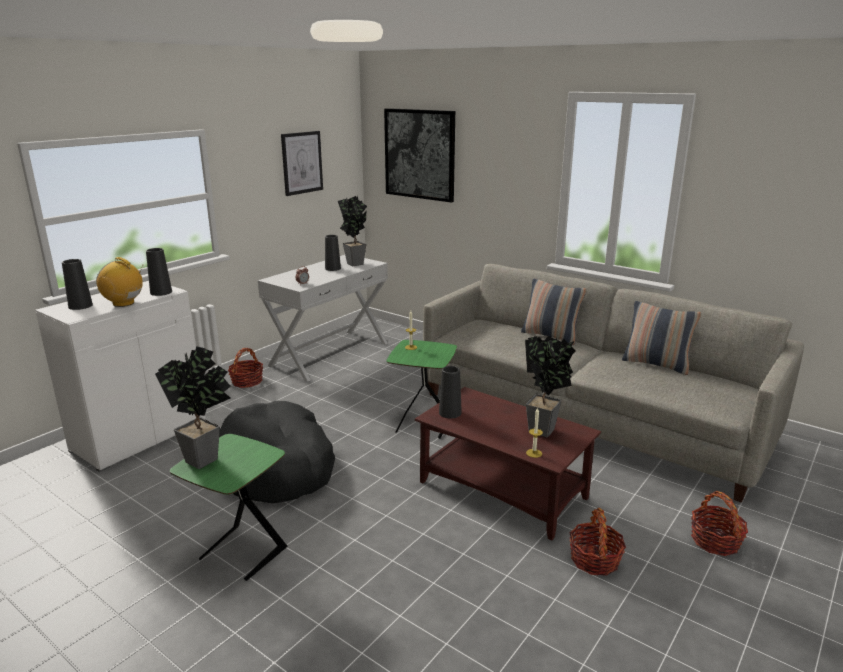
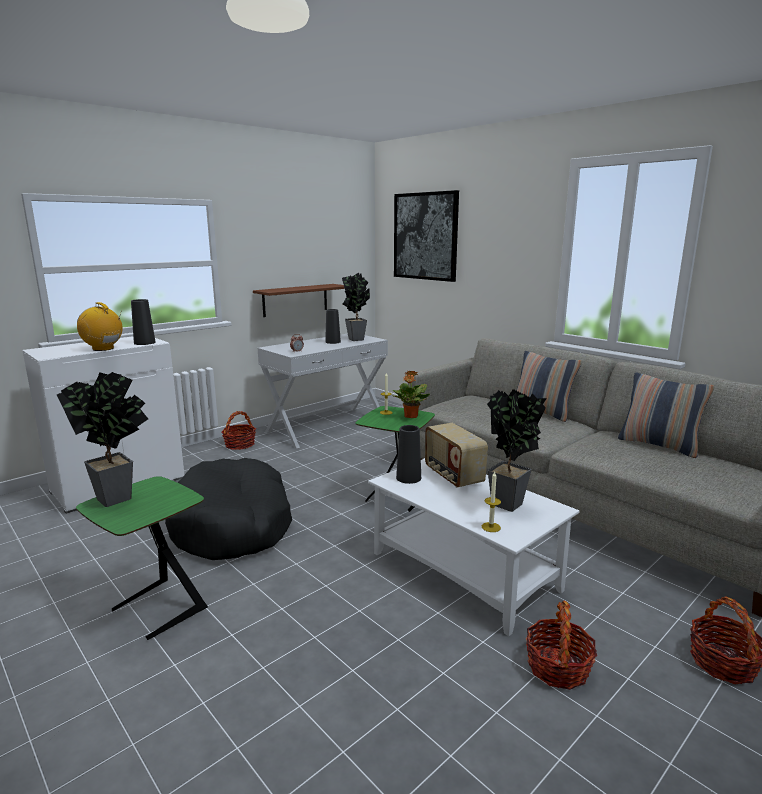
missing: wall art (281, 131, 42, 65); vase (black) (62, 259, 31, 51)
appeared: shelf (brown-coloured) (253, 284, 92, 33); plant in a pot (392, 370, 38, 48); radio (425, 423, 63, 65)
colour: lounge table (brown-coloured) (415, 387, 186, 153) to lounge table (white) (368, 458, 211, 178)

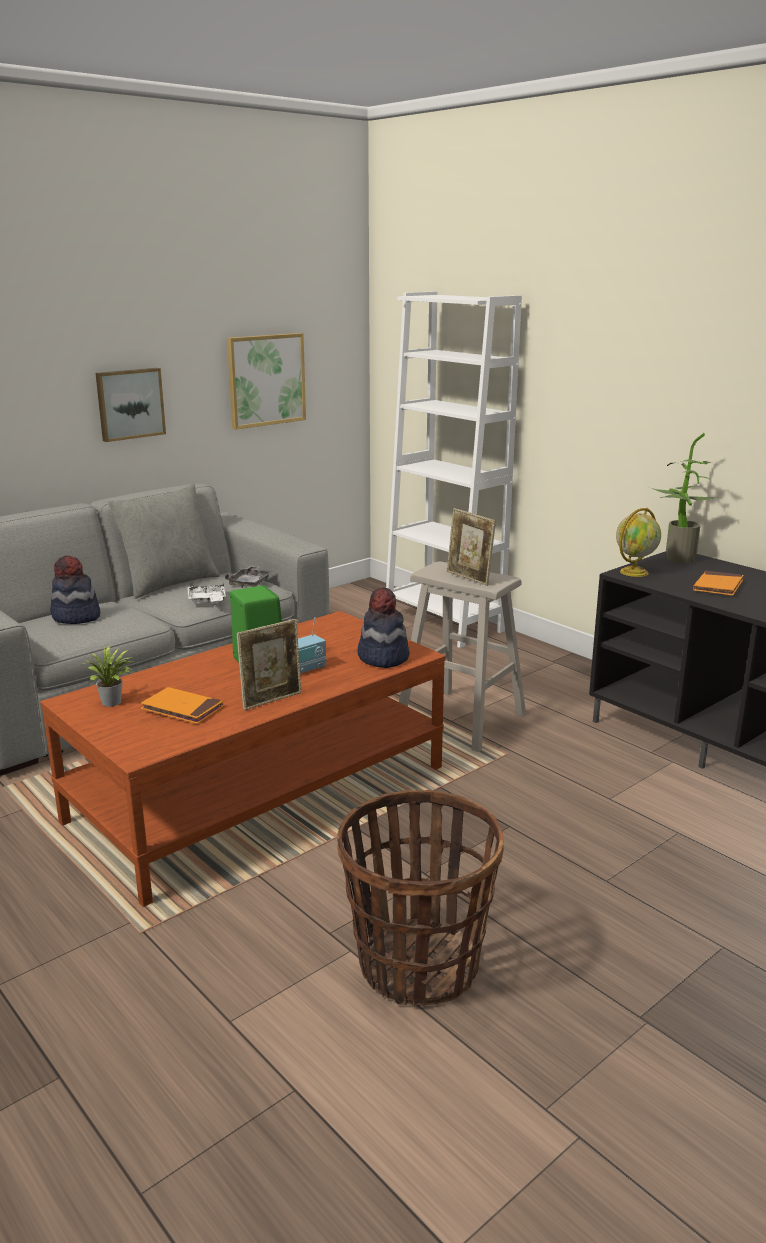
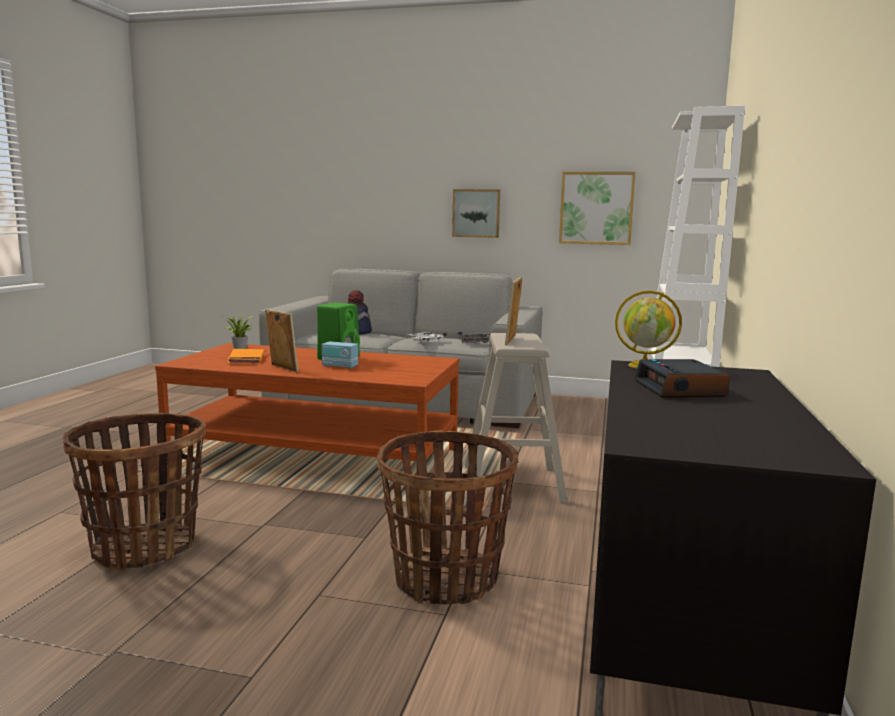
missing: plant in a pot (652, 433, 66, 130); throw pillow (greyish) (108, 484, 112, 115); wearable hat (358, 587, 52, 81)
appeared: household basket (377, 431, 142, 174)
exchanged: bound book (orange) (693, 571, 51, 25) to bedside clock (634, 359, 96, 39)
spun: picture frame (237, 619, 65, 91) = (265, 309, 34, 63) 150 degrees counterclockwise

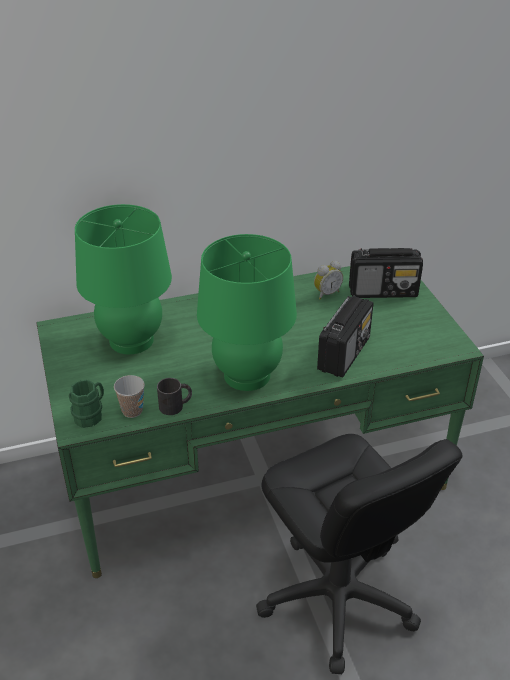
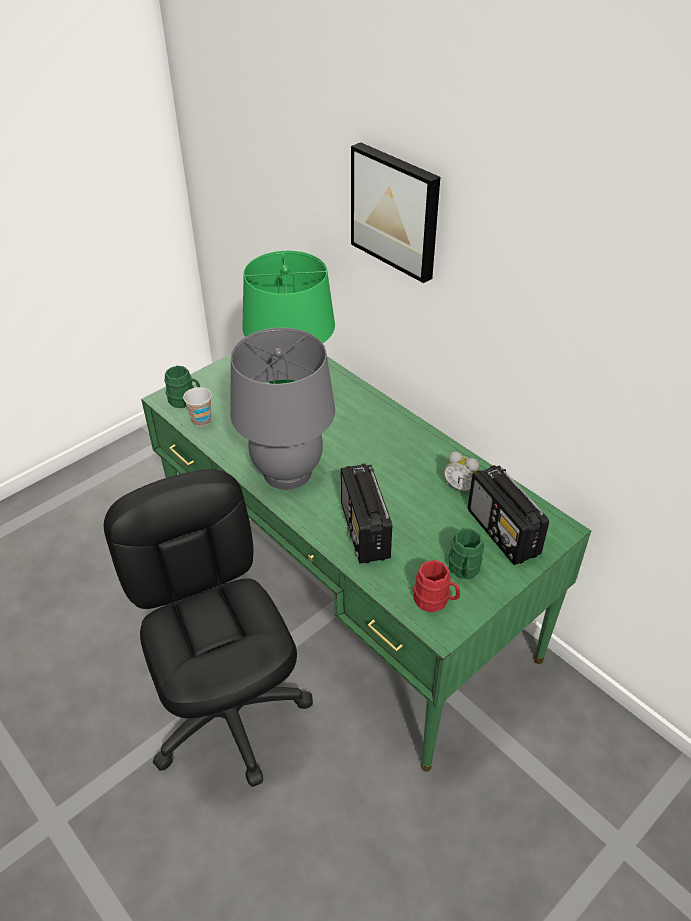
missing: coffee mug (black) (157, 378, 35, 37)
appeared: wall art (351, 142, 89, 141); coffee mug (greenish) (448, 528, 36, 51); coffee mug (red) (413, 560, 47, 52)
colour: tabletop lamp (greenish) (197, 234, 100, 157) to tabletop lamp (greyish) (230, 328, 105, 162)
spun: radio (317, 295, 57, 83) = (341, 463, 51, 101) 75 degrees clockwise; computer chair (black) (256, 434, 206, 240) = (104, 469, 209, 318) 120 degrees clockwise

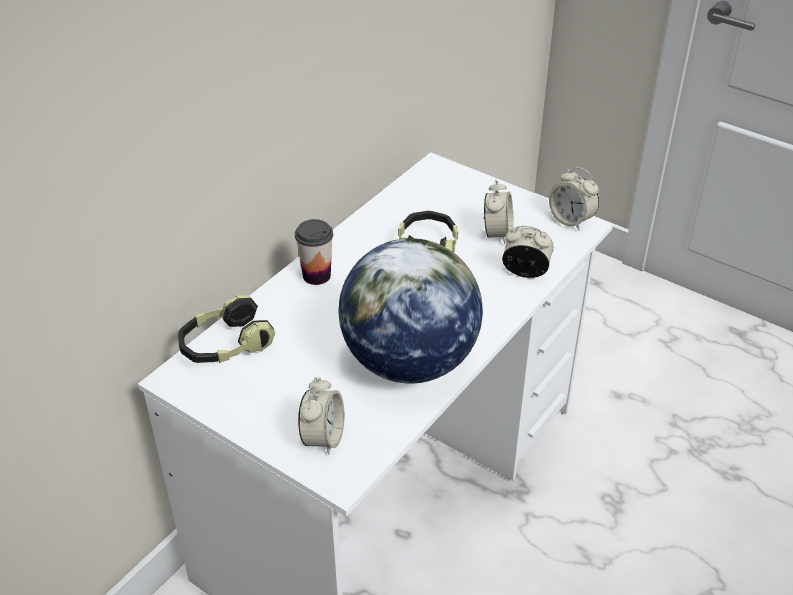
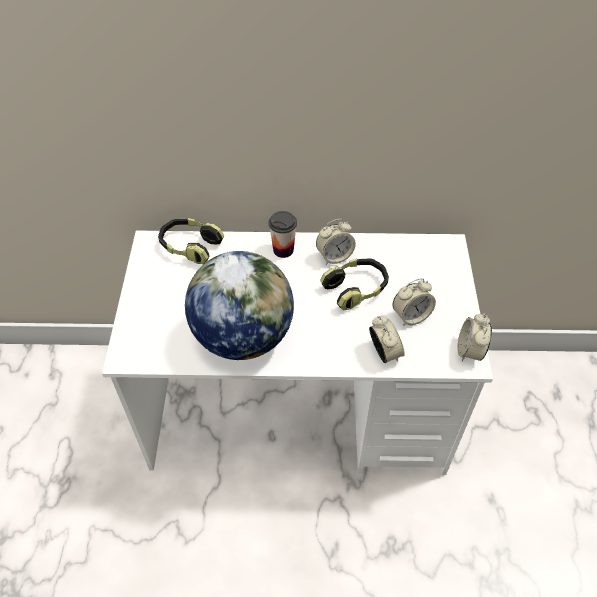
relocated: bedside clock (298, 377, 46, 78) to (316, 219, 40, 46)

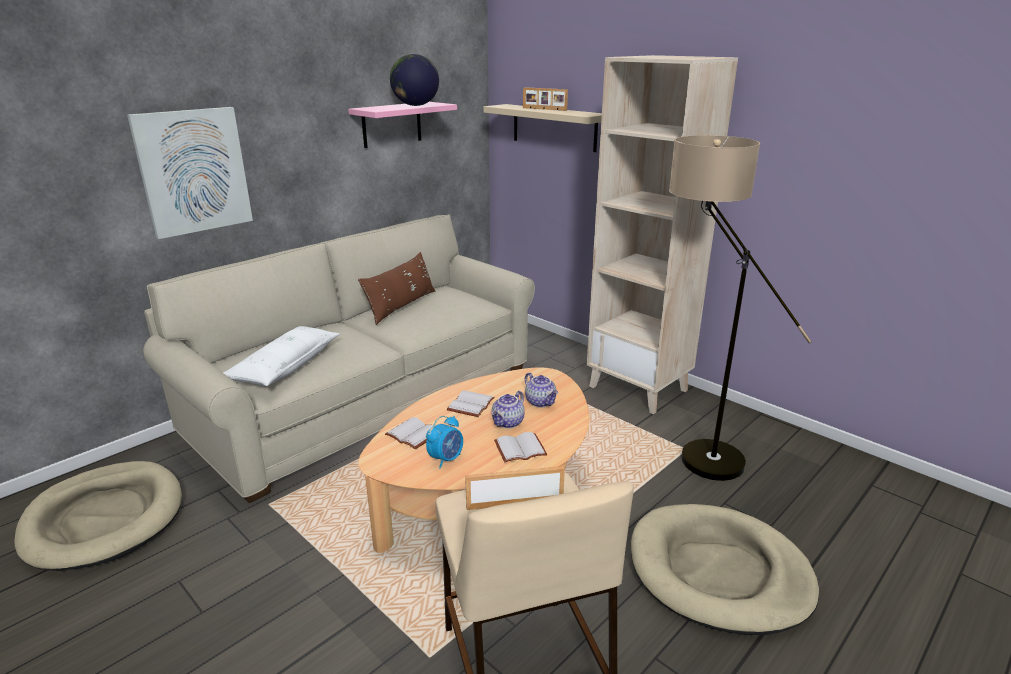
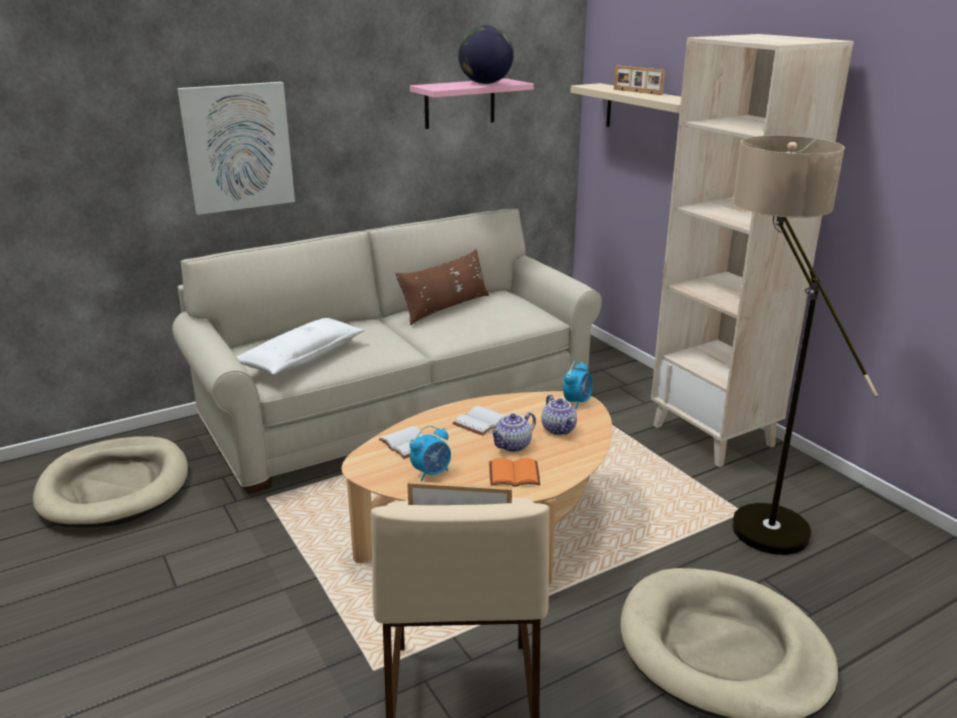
appeared: bedside clock (563, 361, 30, 48)
colour: bound book (white) (494, 432, 54, 30) to bound book (orange) (489, 458, 51, 29)

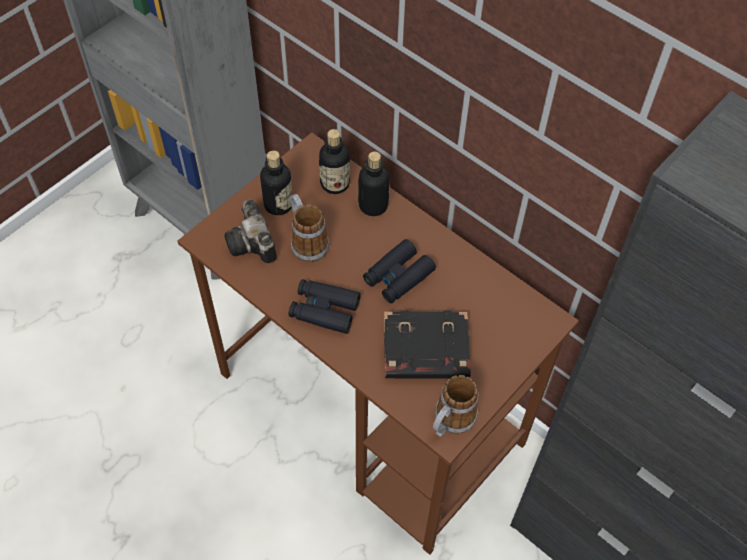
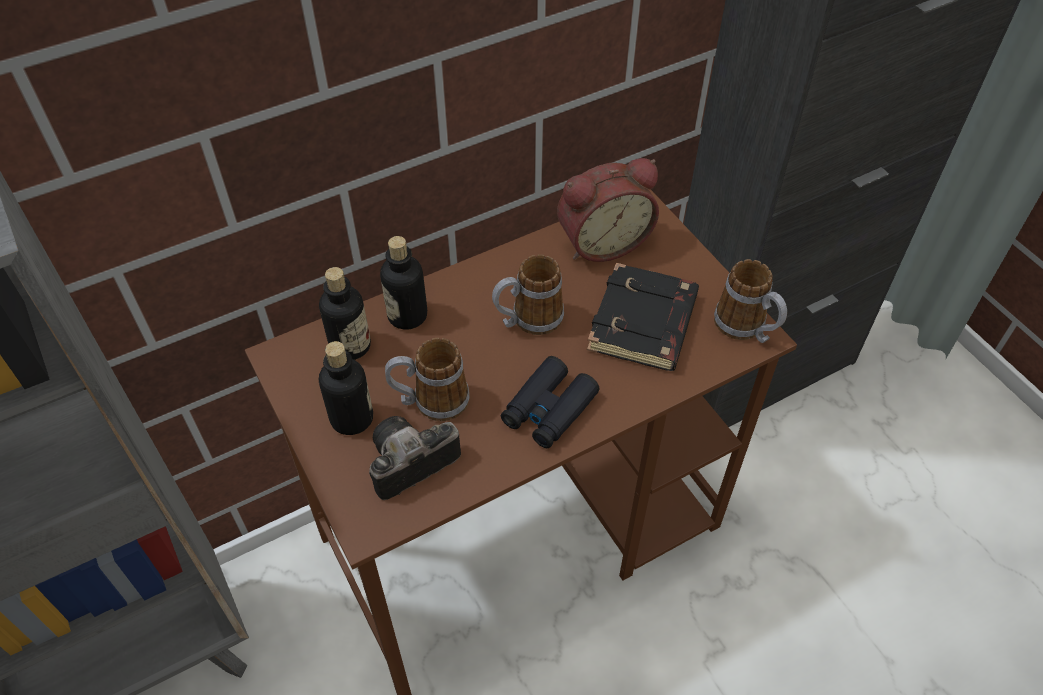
appeared: bedside clock (557, 158, 102, 104)
exchanged: field glasses (black) (363, 239, 73, 64) to coffee mug (492, 254, 72, 81)
spun: still camera (224, 199, 53, 65) = (369, 416, 92, 84) 150 degrees clockwise

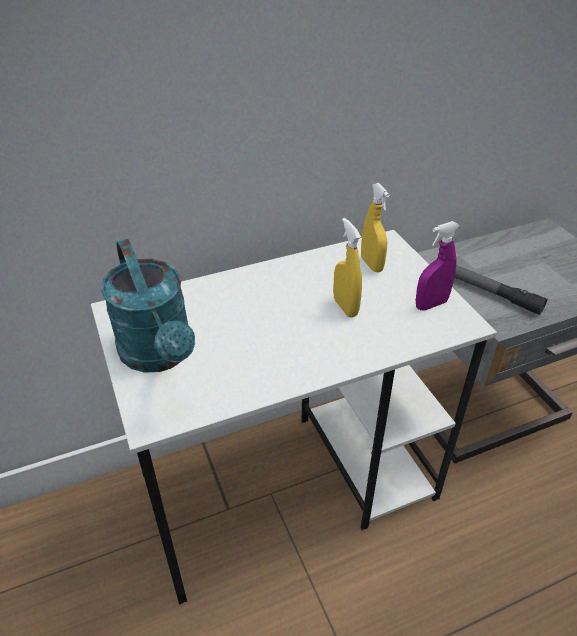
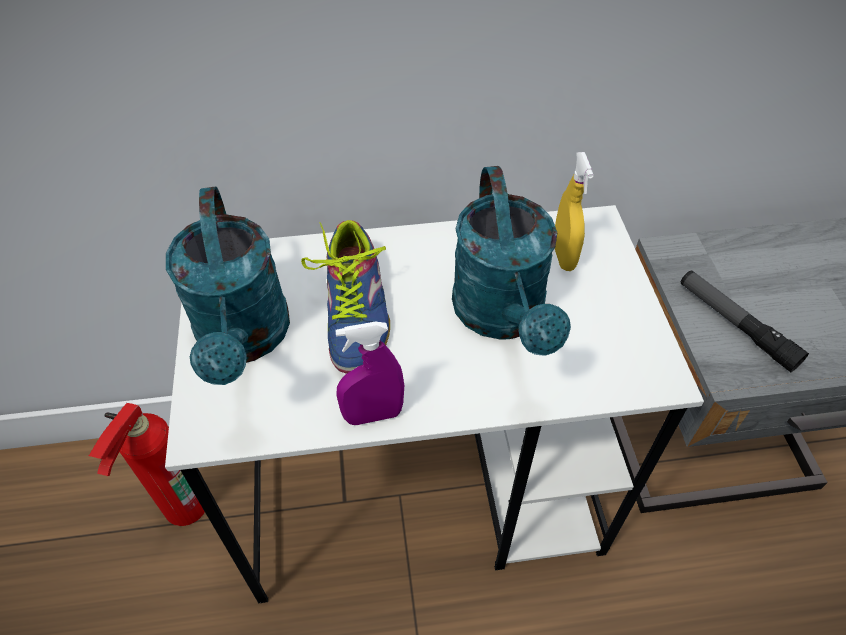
appeared: item of footwear (301, 220, 89, 154); fire-fighting cylinder (89, 403, 116, 123)
relocated: spray bottle (purplish) (416, 221, 44, 89) to (335, 322, 69, 103)
exchanged: spray bottle (yellow) (333, 218, 29, 99) to sprinkling can (blue-green) (452, 166, 119, 190)

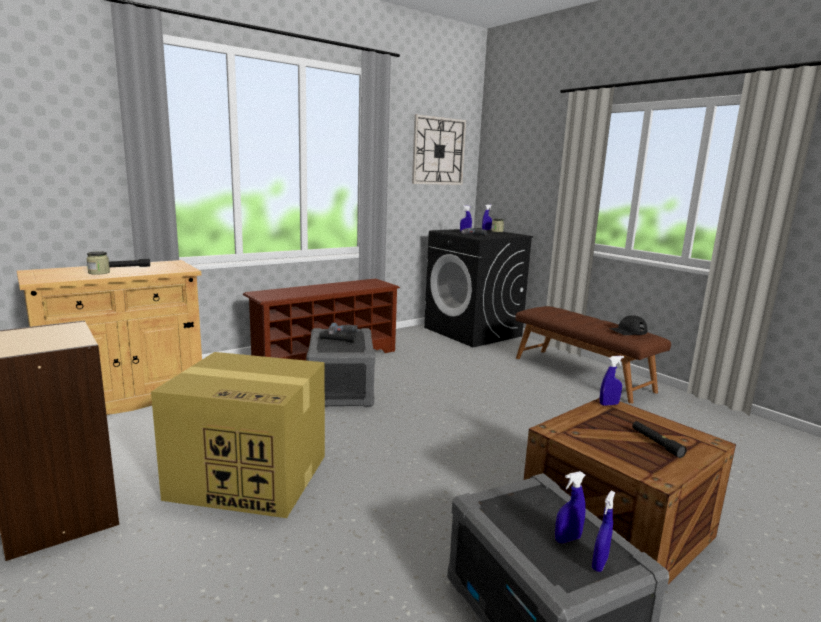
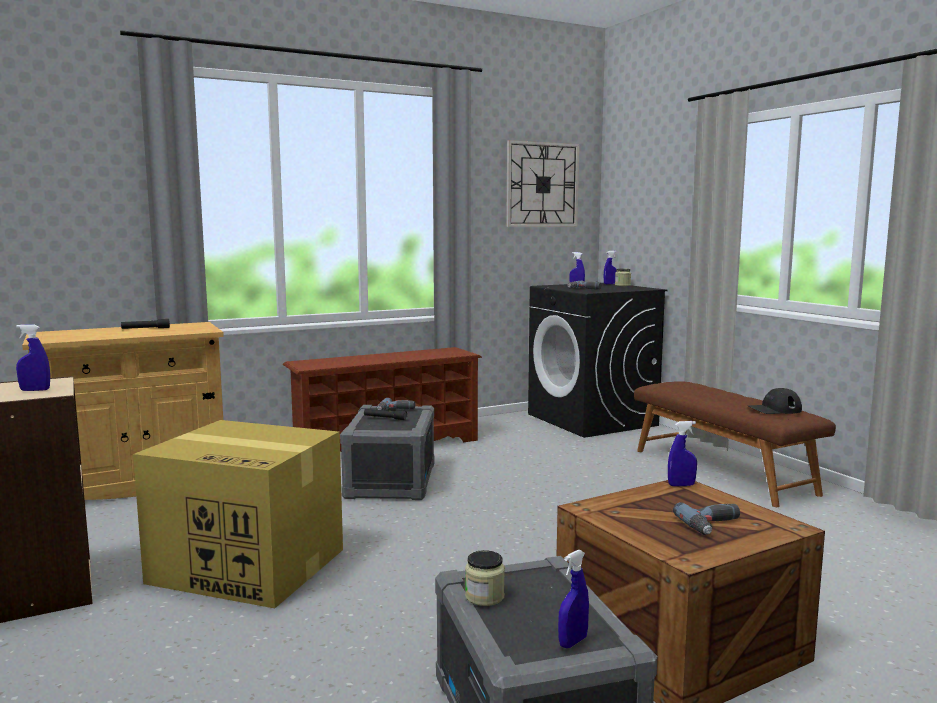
relocated: storage jar (86, 251, 24, 24) to (465, 550, 40, 56); spray bottle (blue-coloured) (555, 471, 31, 72) to (16, 324, 34, 67)
exchanged: torch (black) (632, 421, 55, 37) to electric drill (673, 502, 67, 33)

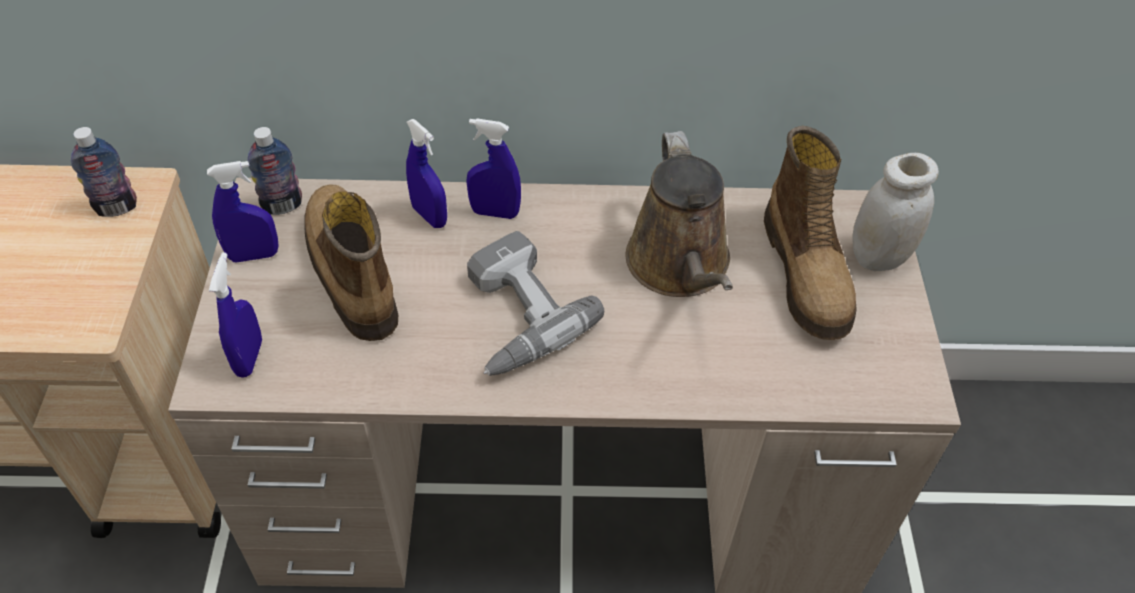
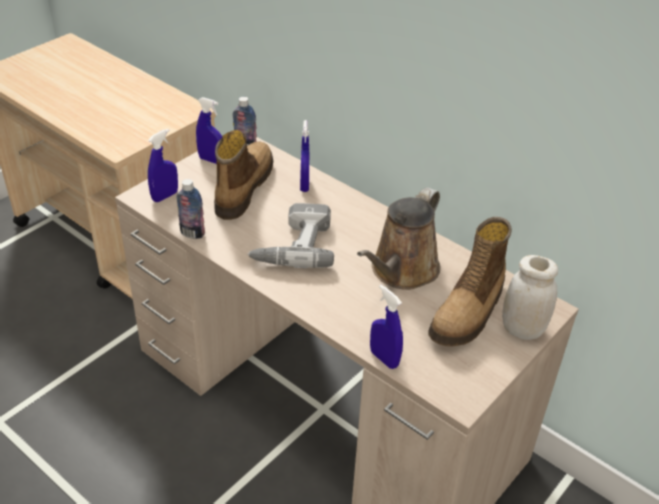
relocated: spray bottle (blue-coloured) (466, 119, 55, 100) to (370, 285, 33, 84); drink bottle (71, 127, 66, 90) to (176, 179, 29, 60)

